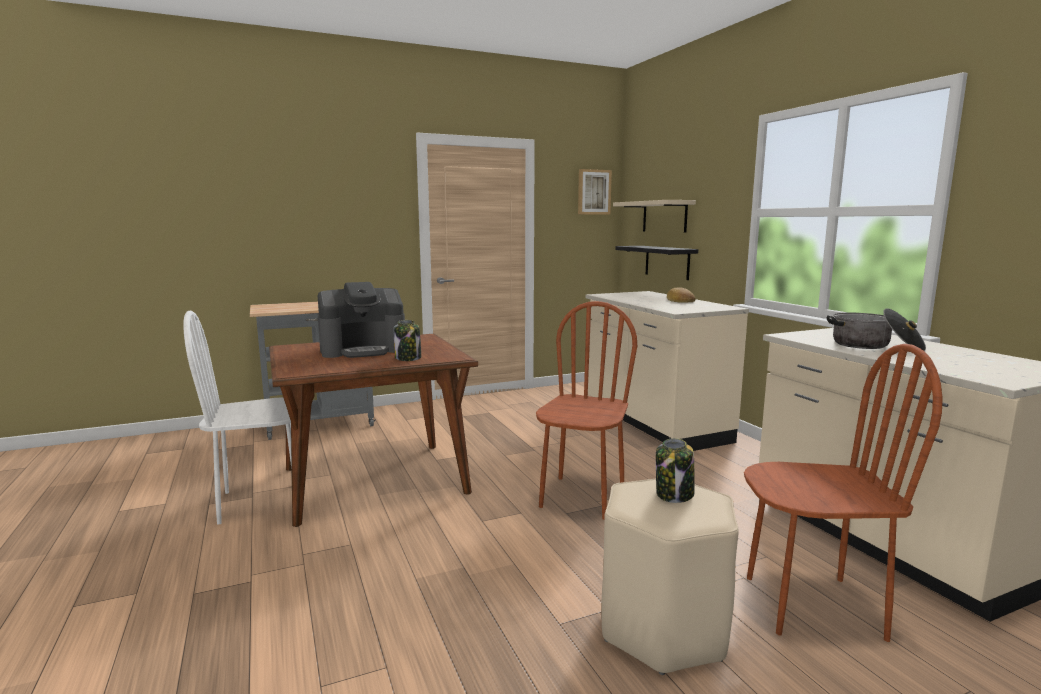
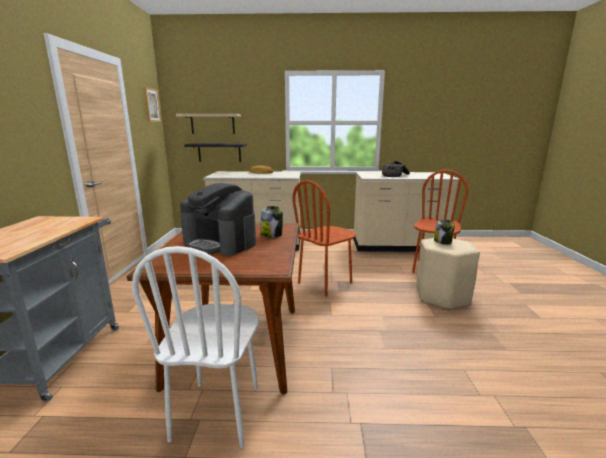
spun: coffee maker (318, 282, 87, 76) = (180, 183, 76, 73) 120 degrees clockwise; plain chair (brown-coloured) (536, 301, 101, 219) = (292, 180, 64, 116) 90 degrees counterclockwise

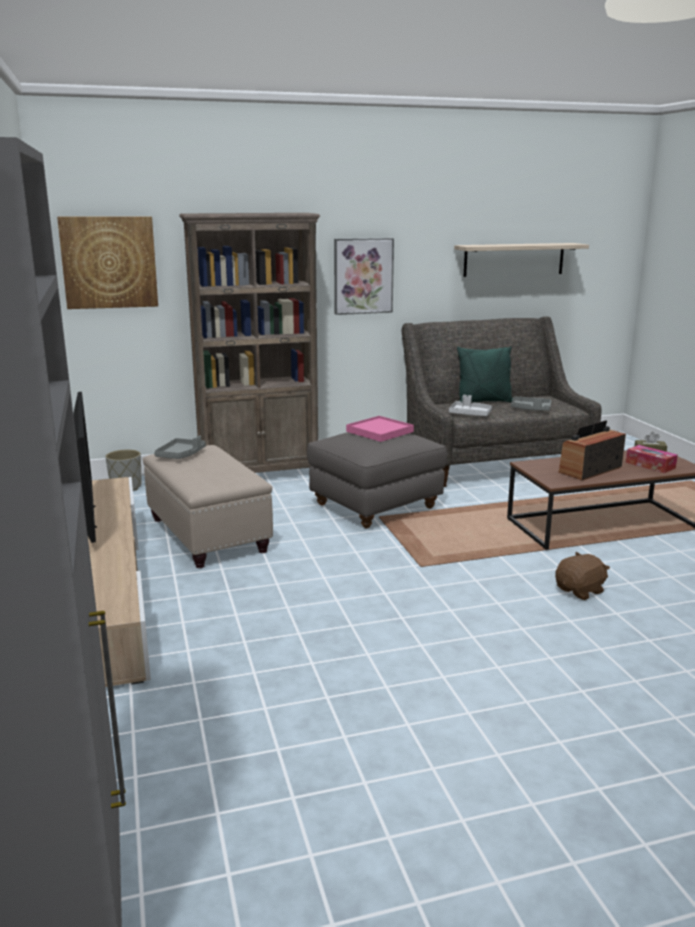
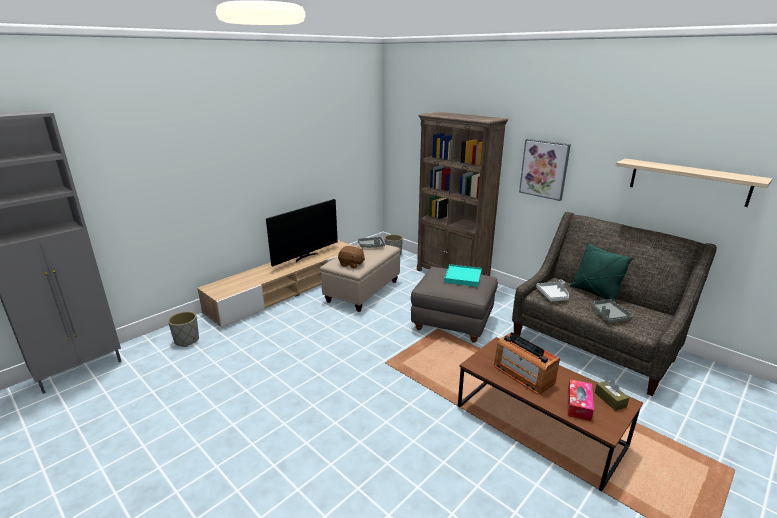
missing: wall art (57, 216, 101, 93)
appeared: planter (greyish) (168, 311, 31, 36)
relocated: plush toy (brown-coloured) (555, 552, 55, 48) to (338, 246, 27, 23)
colour: carrying tray (pinkish) (346, 416, 68, 26) to carrying tray (blue-green) (444, 264, 38, 23)
spun: radio (558, 420, 68, 61) = (494, 332, 66, 63) 150 degrees counterclockwise

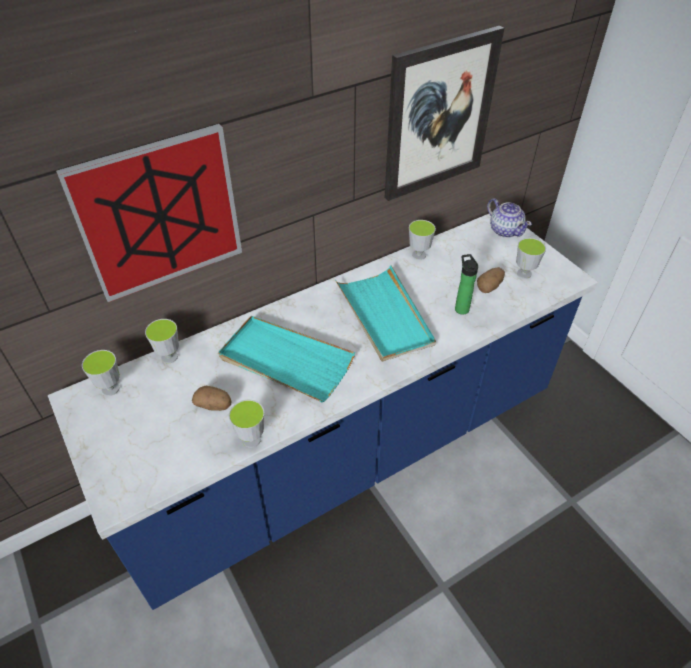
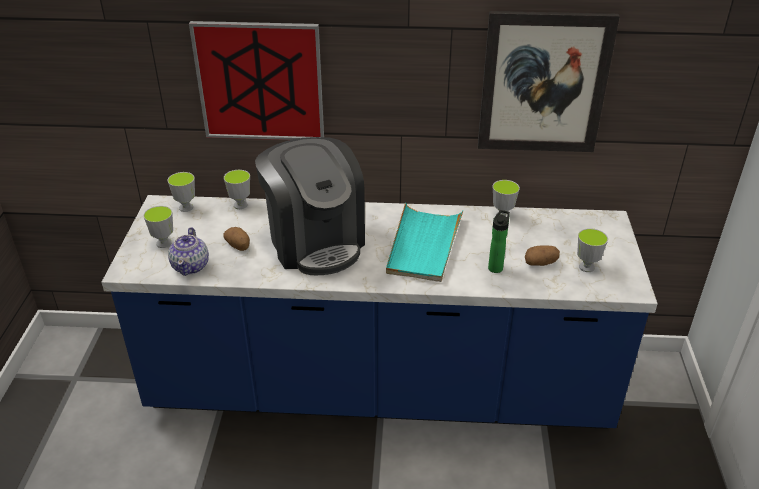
relocated: teapot (487, 198, 45, 40) to (168, 227, 41, 49); small cup (229, 400, 35, 48) to (143, 206, 30, 42)
exchanged: carrying tray (blue-green) (218, 316, 137, 86) to coffee maker (255, 137, 110, 138)

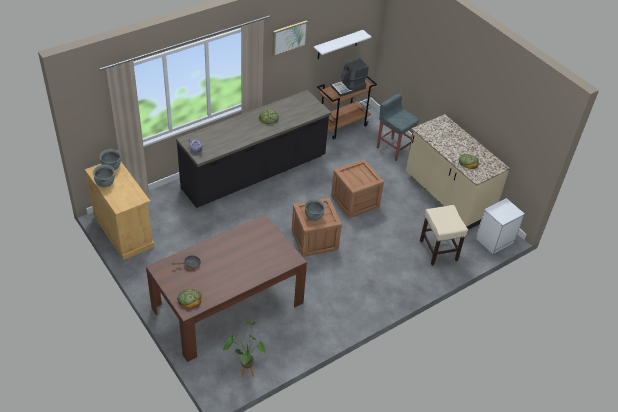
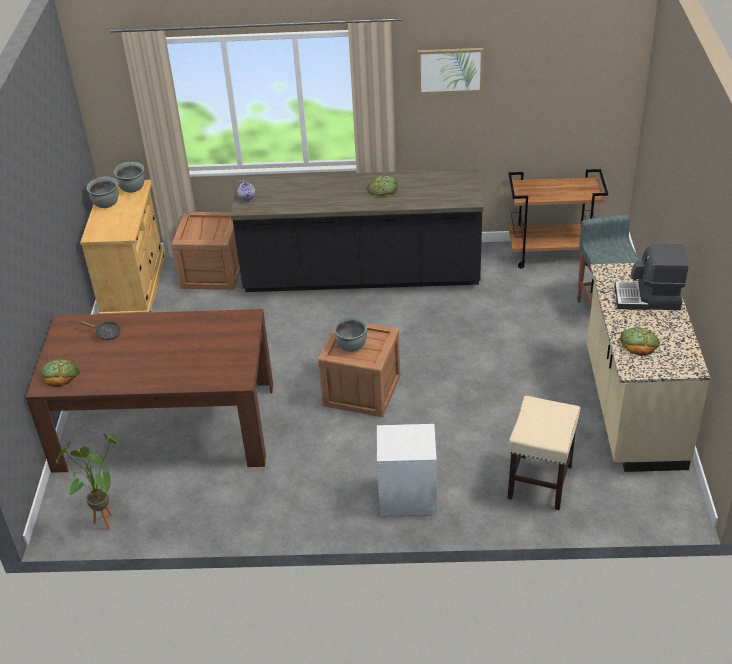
missing: shelf (white) (313, 30, 58, 29)
relocated: coffee maker (331, 57, 38, 40) to (615, 243, 74, 67); shipping crate (331, 159, 53, 59) to (172, 212, 68, 78); bedside table (white) (476, 198, 49, 56) to (377, 424, 60, 92)

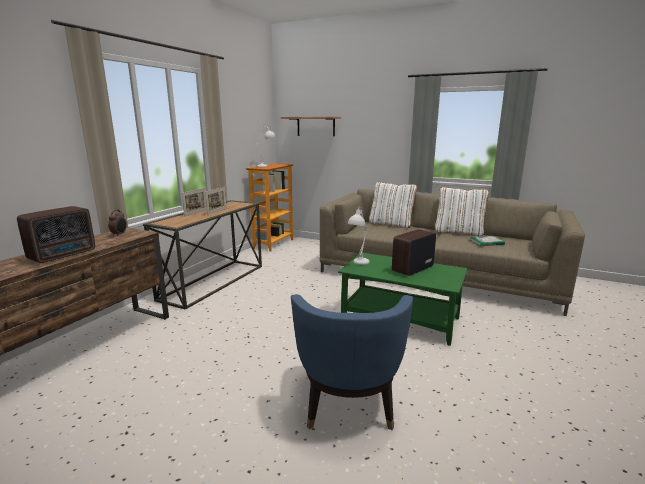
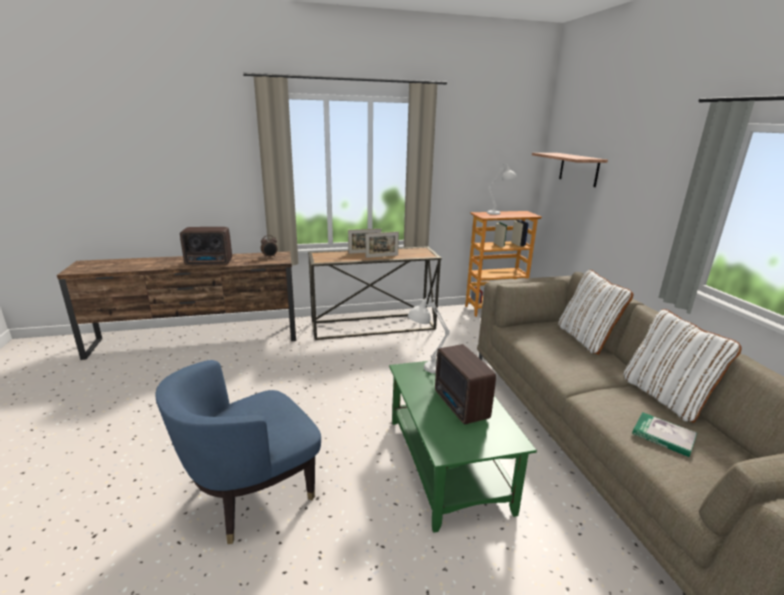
spun: radio (392, 229, 44, 47) = (435, 344, 61, 81) 120 degrees counterclockwise

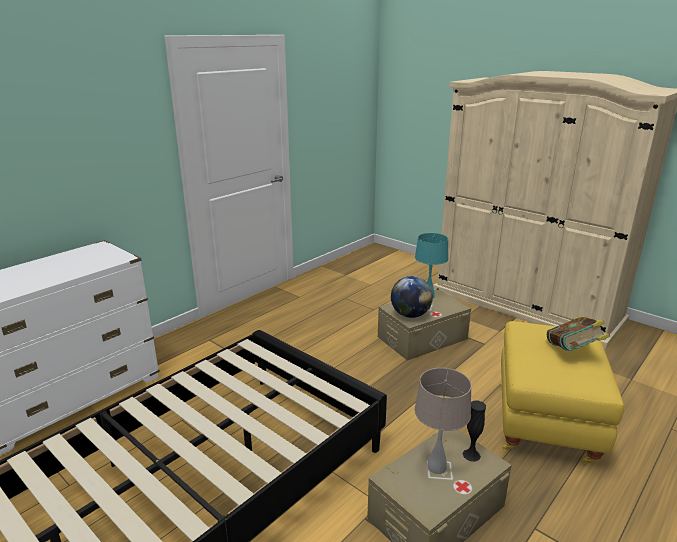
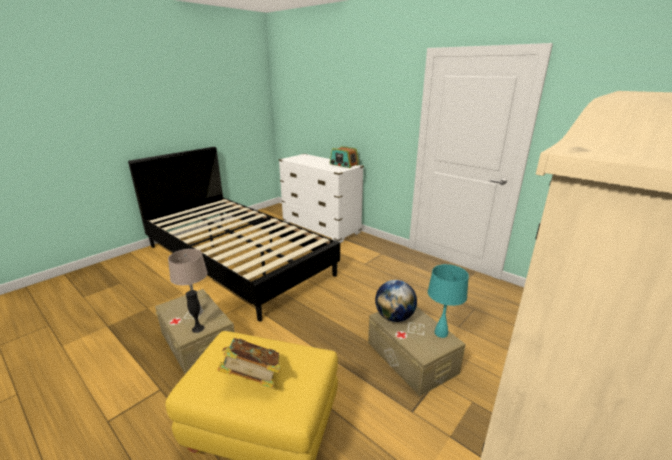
appeared: radio (330, 146, 29, 22)

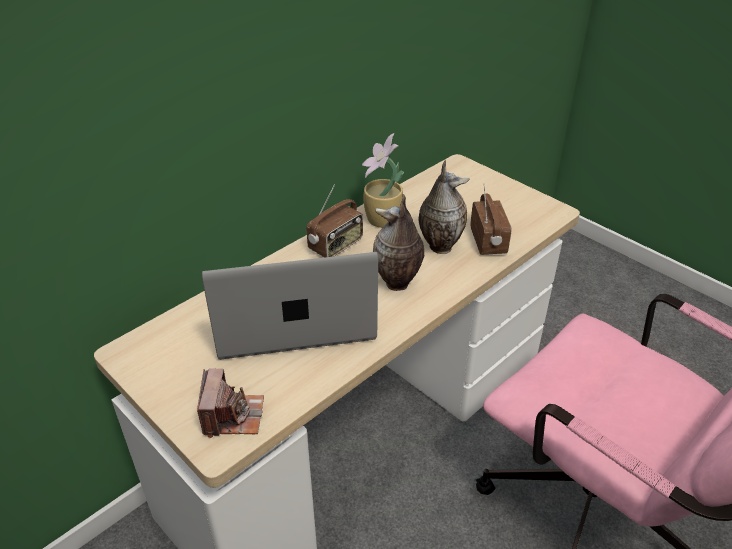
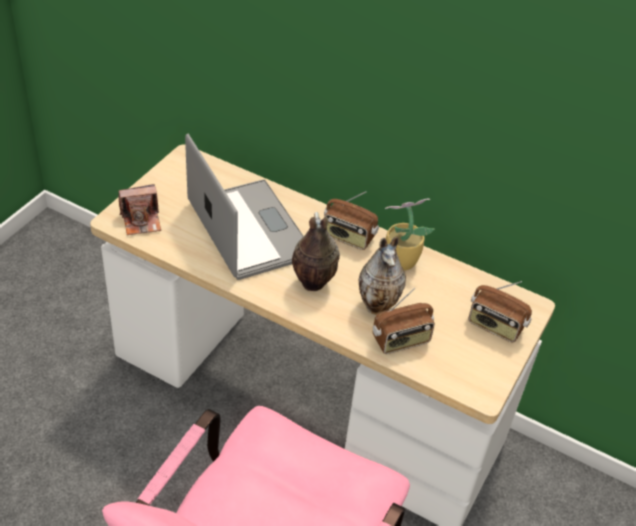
appeared: radio (468, 281, 64, 61)

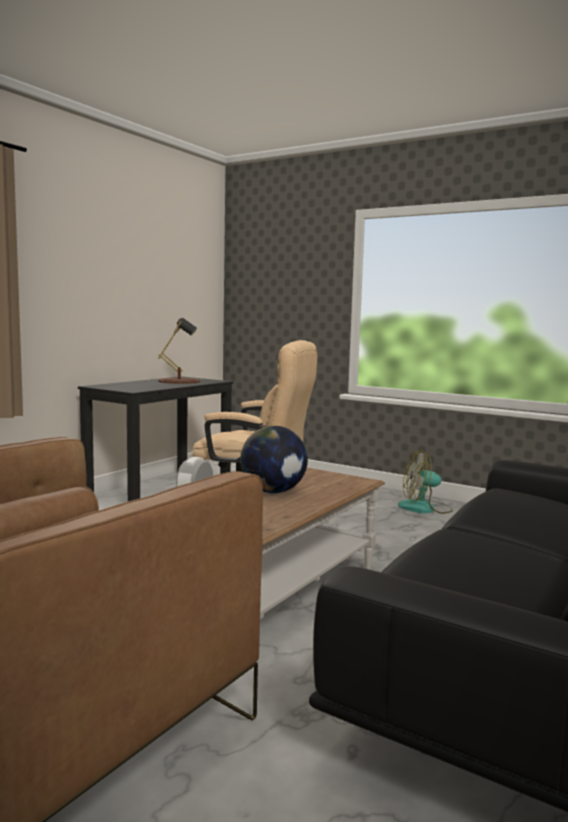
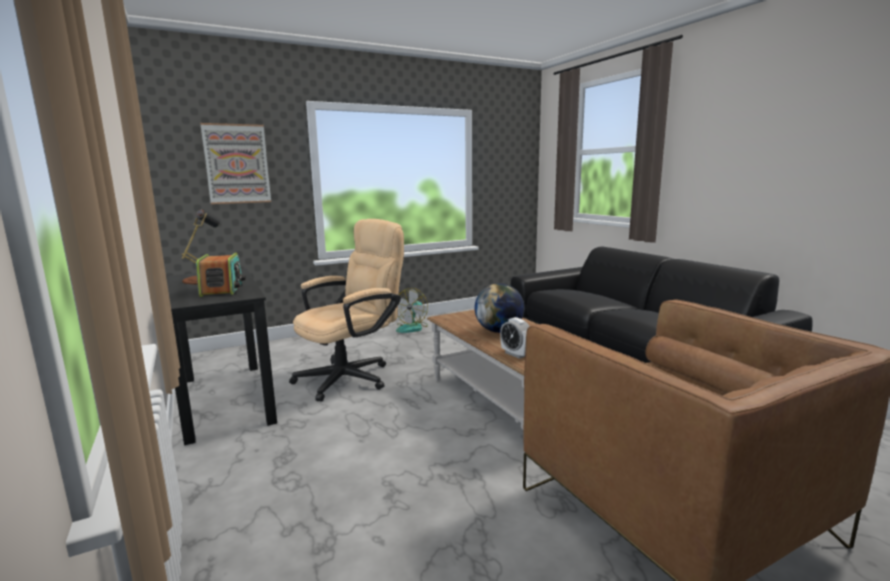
appeared: wall art (201, 123, 70, 81); radio (196, 253, 50, 44)

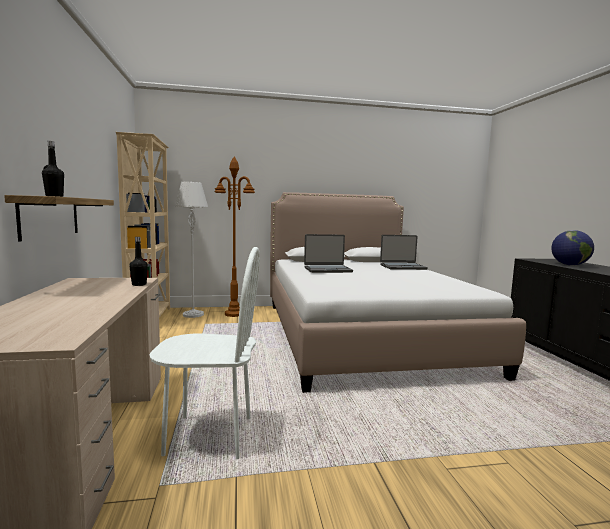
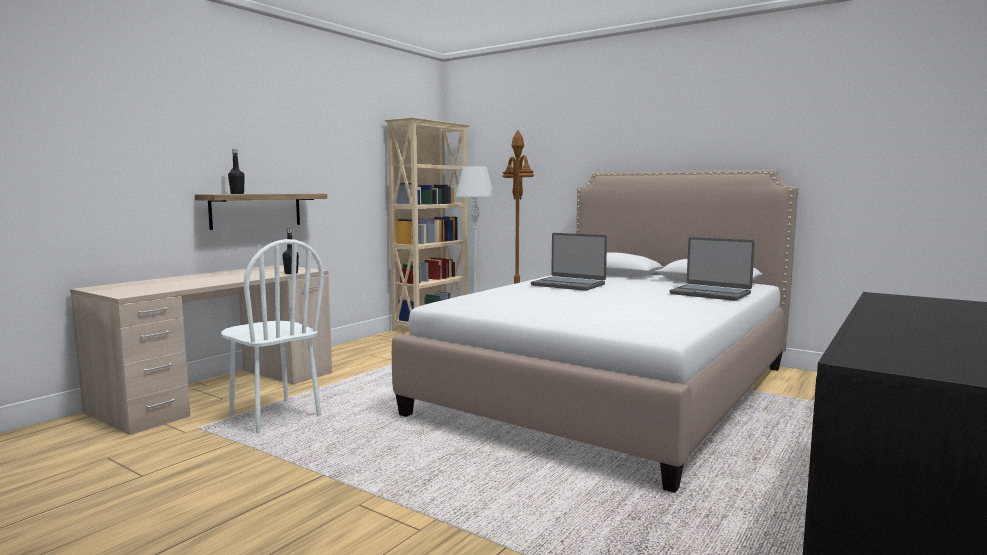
missing: desk globe (551, 230, 43, 36)

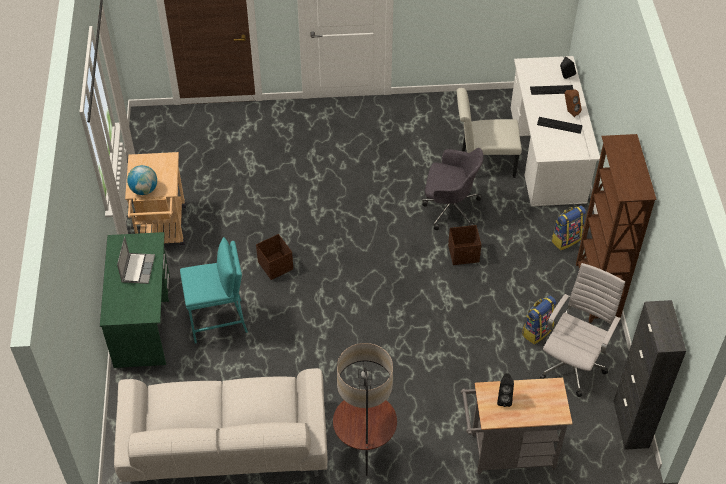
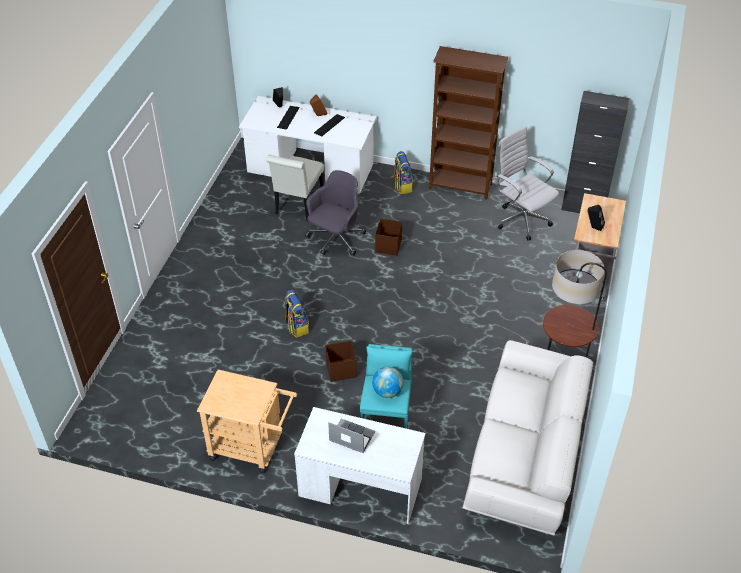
relocated: desk globe (127, 165, 30, 30) to (372, 367, 31, 31); backpack (522, 296, 34, 49) to (284, 290, 25, 47)
colour: desk (greenish) (100, 232, 70, 136) to desk (white) (294, 407, 132, 117)

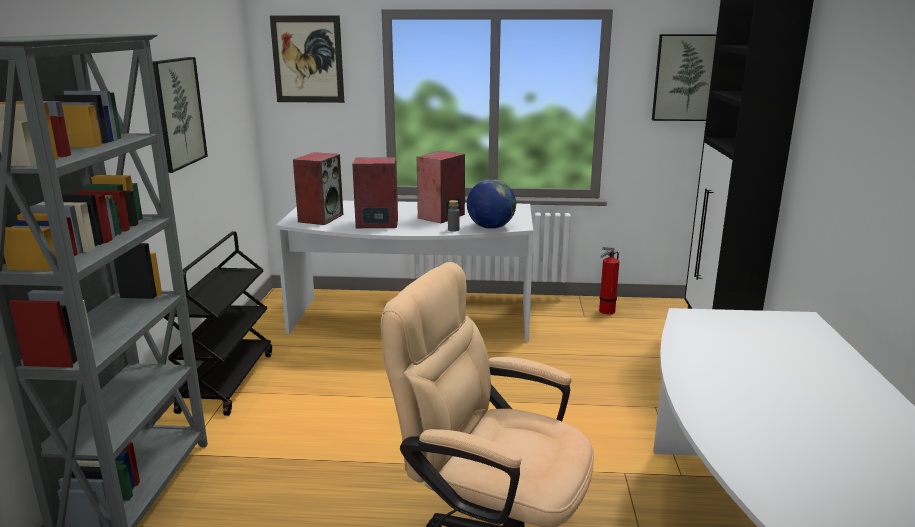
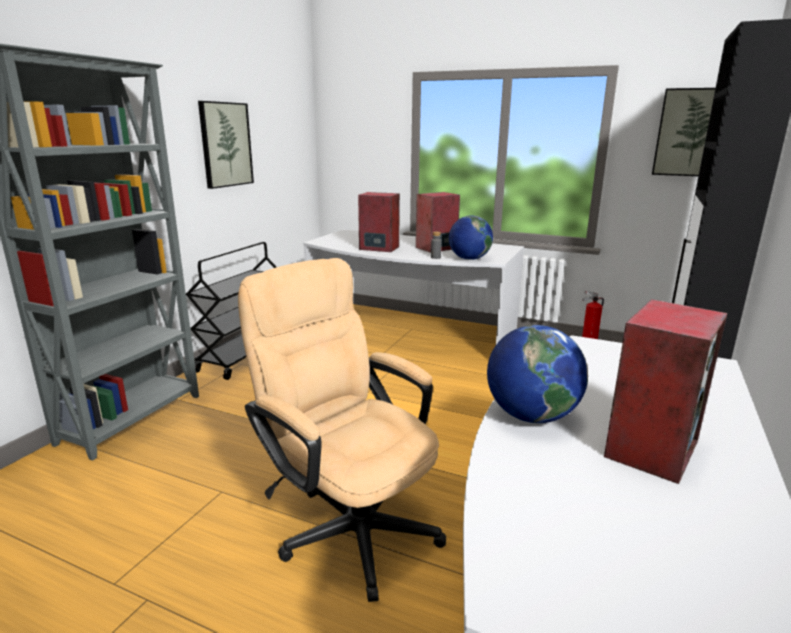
missing: wall art (270, 16, 74, 87)
appeared: desk globe (487, 325, 101, 98)
relocated: audio speaker (293, 152, 50, 73) to (604, 299, 123, 185)

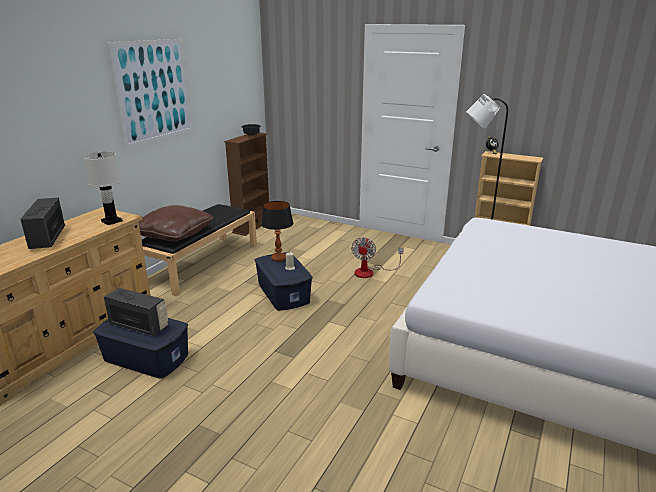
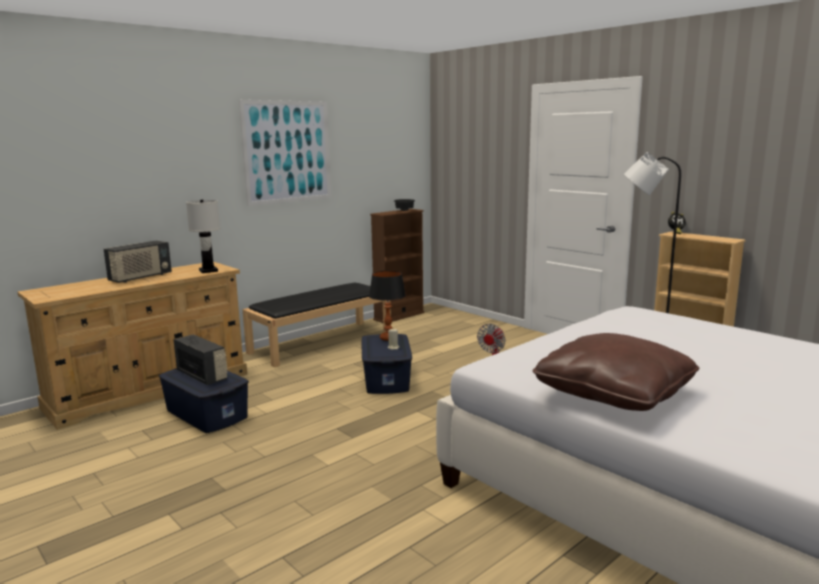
relocated: throw pillow (brown-coloured) (138, 205, 75, 36) to (533, 333, 166, 78)
spun: radio (21, 197, 44, 52) = (104, 240, 68, 43) 150 degrees counterclockwise

